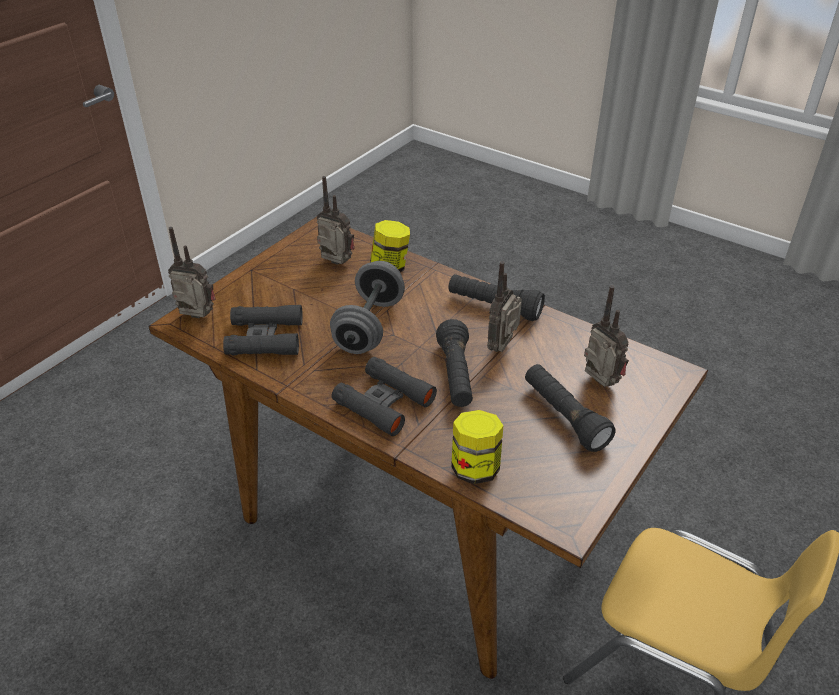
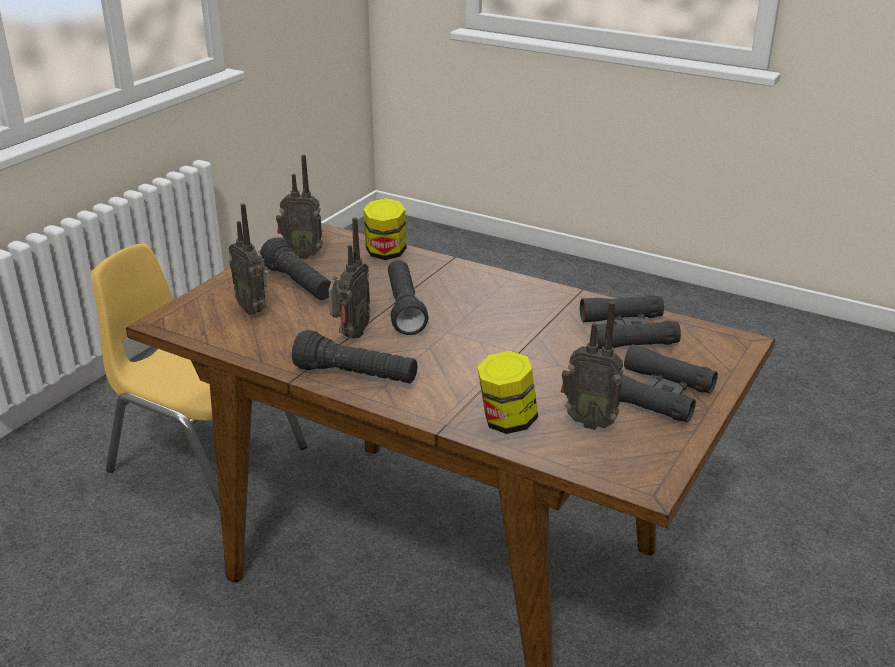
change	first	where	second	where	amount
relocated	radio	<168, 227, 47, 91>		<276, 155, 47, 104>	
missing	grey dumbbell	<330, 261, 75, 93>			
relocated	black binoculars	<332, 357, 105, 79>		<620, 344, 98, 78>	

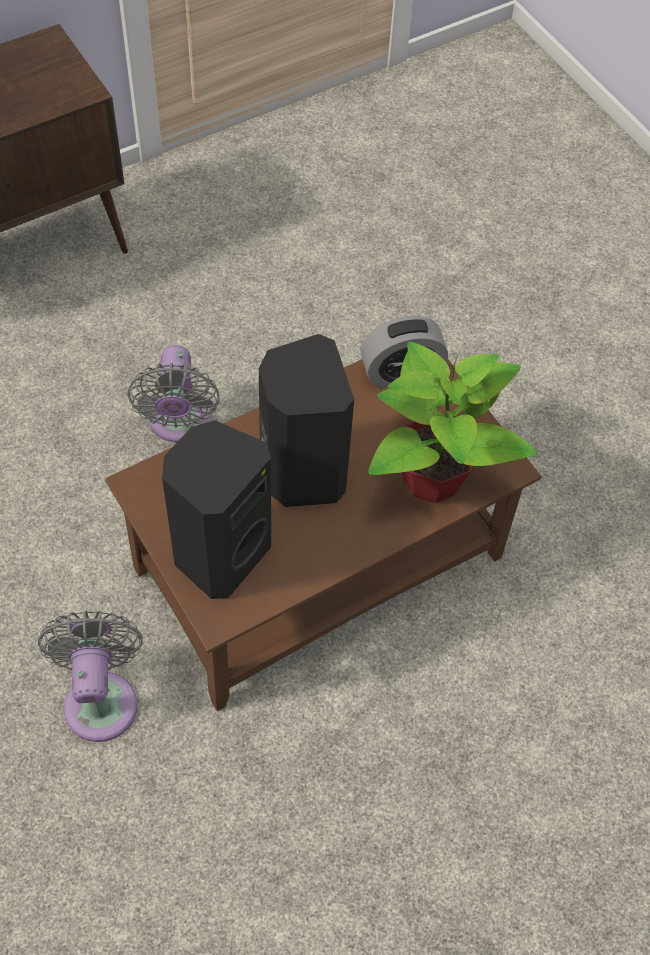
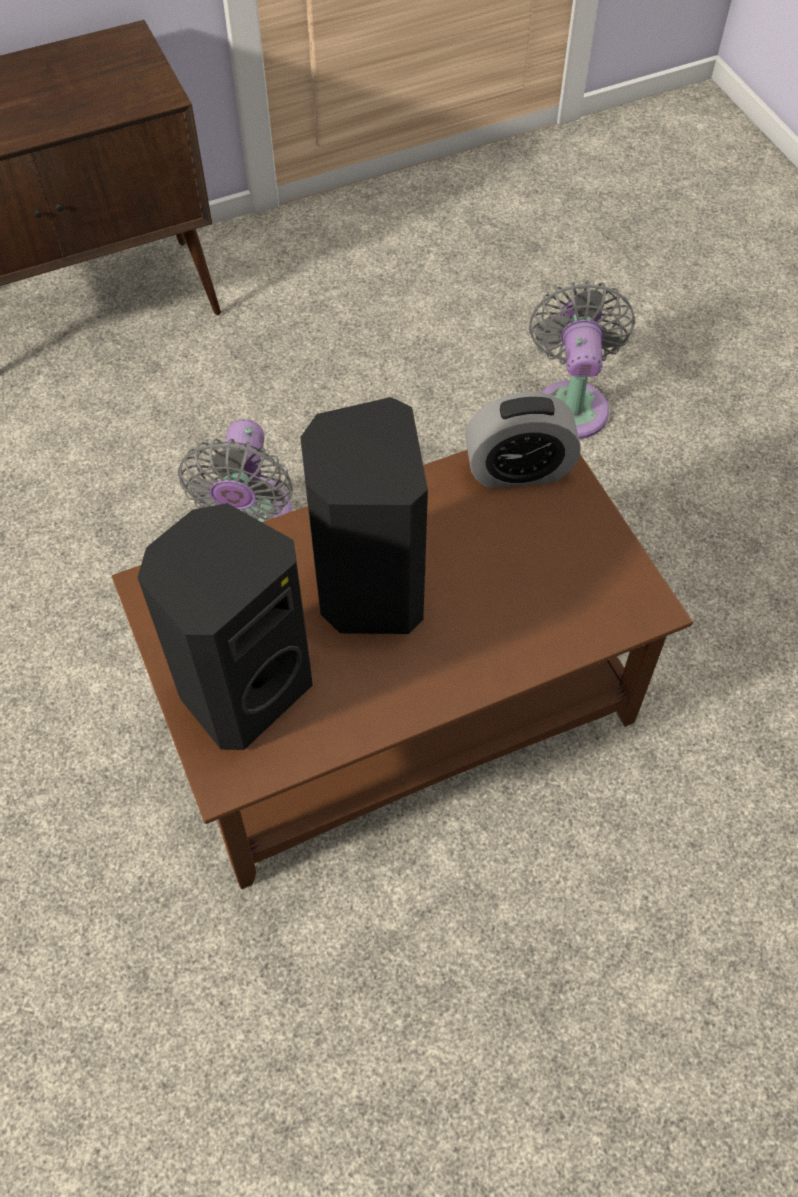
change	first	where	second	where	amount
missing	potted plant	<368, 342, 169, 162>			
relocated	grey fan	<38, 611, 105, 131>		<529, 280, 106, 159>	

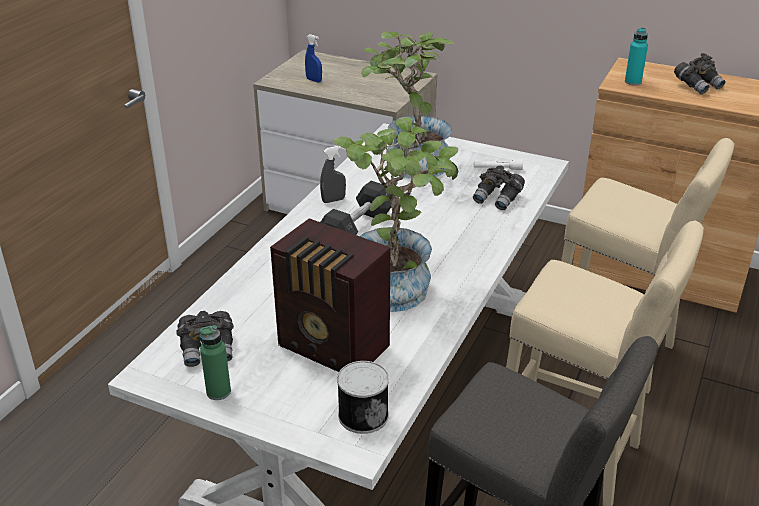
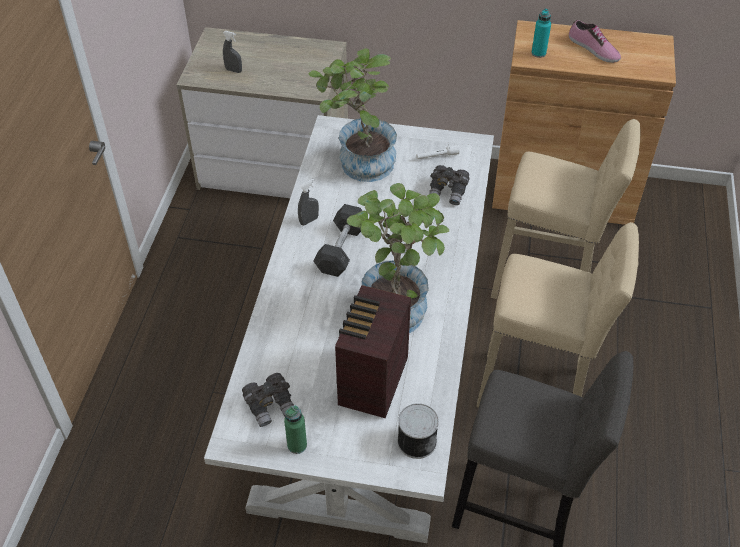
change	first	where	second	where	amount
colour	blue spray bottle	<305, 34, 17, 48>	grey spray bottle	<223, 31, 19, 42>	
exchanged	grey binoculars	<674, 53, 52, 41>	shoe	<569, 20, 52, 43>	
spun	radio	<270, 218, 120, 154>		<335, 285, 76, 133>	90 degrees clockwise

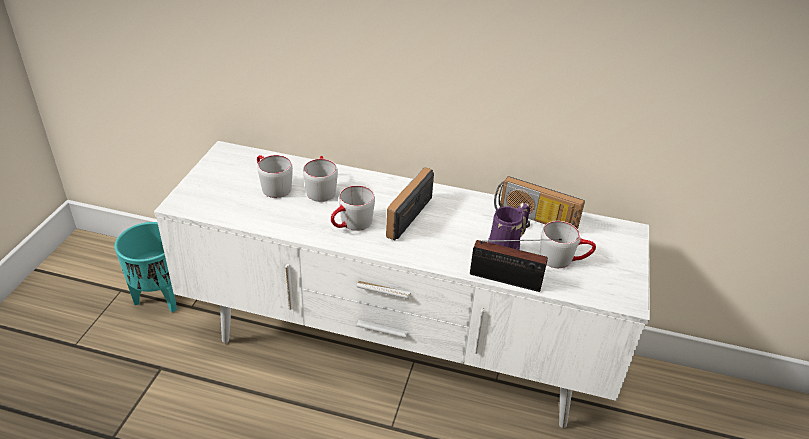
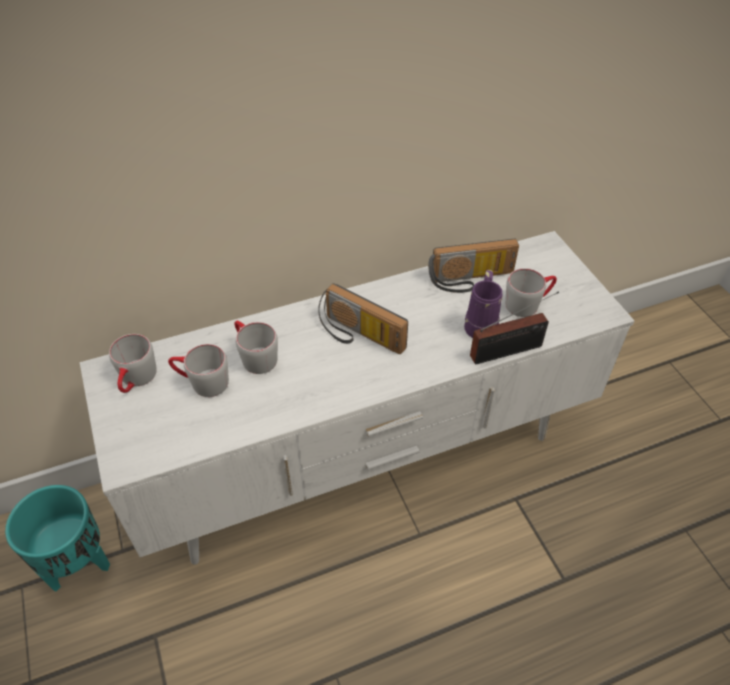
change	first	where	second	where	amount
spun	radio	<386, 167, 48, 73>		<318, 283, 90, 71>	45 degrees counterclockwise
relocated	grey mug	<331, 185, 44, 46>		<109, 334, 48, 59>	

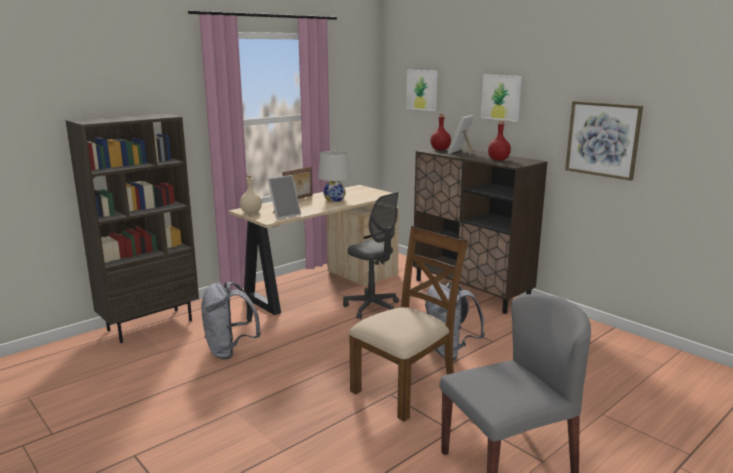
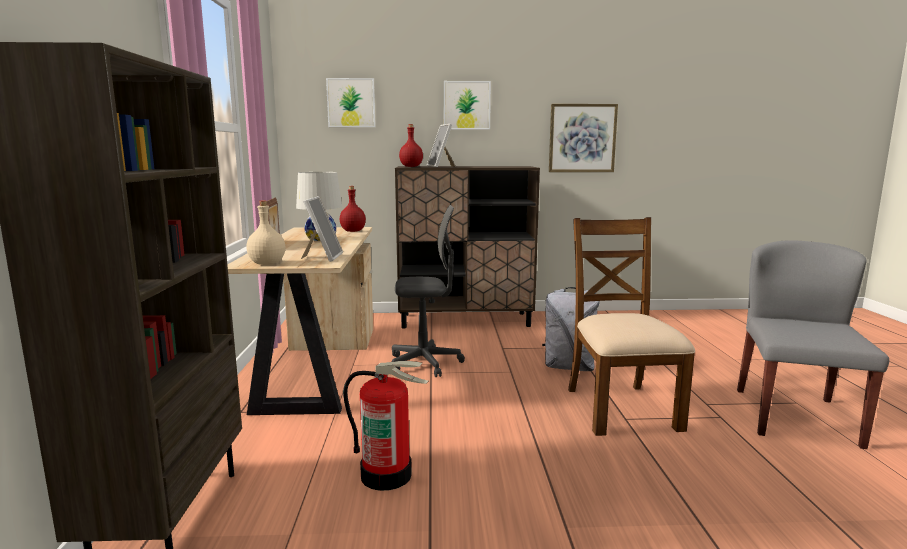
change	first	where	second	where	amount
relocated	red bottle	<488, 121, 23, 39>		<340, 186, 26, 46>	
exchanged	grey backpack	<202, 282, 59, 77>	fire extinguisher	<343, 361, 85, 130>	

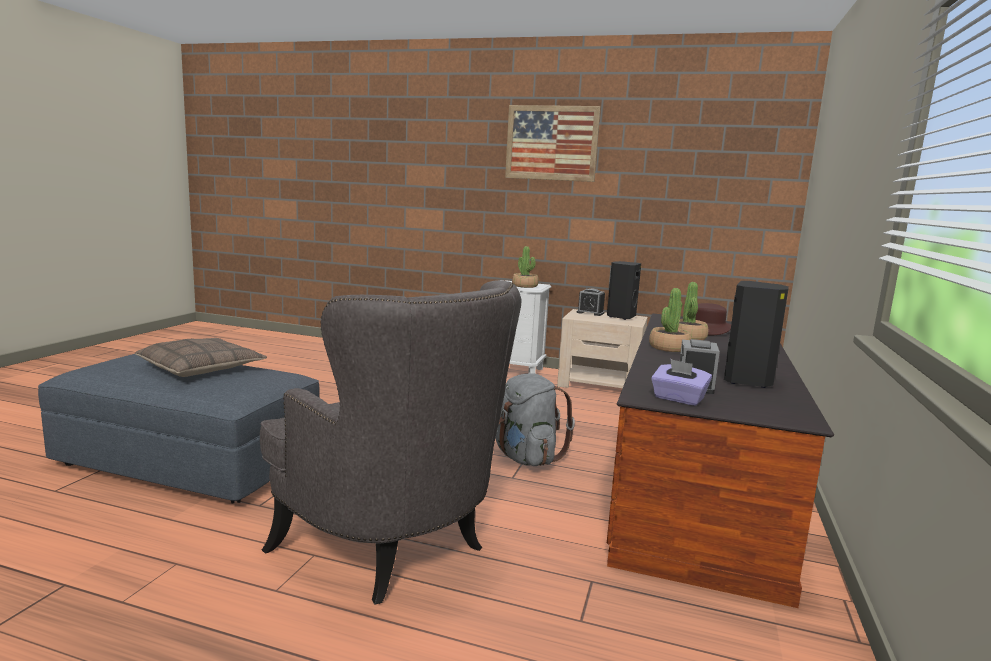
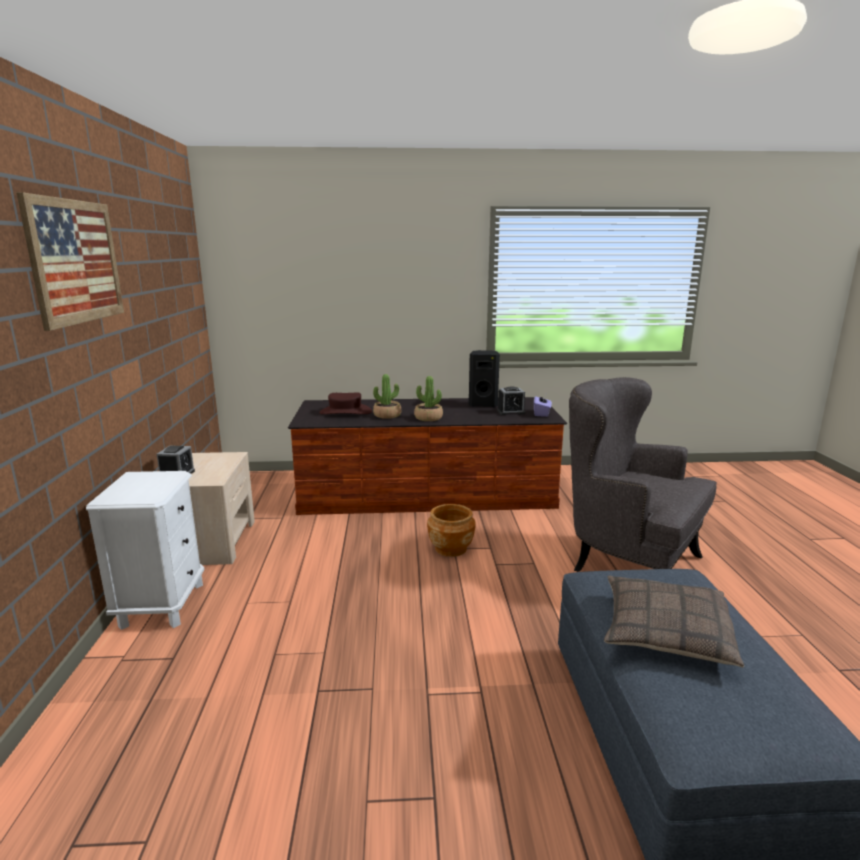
change	first	where	second	where	amount
missing	potted plant	<512, 246, 27, 42>			
missing	black speaker	<607, 261, 34, 59>			
spun	grey armchair	<260, 280, 261, 325>		<569, 377, 148, 195>	75 degrees counterclockwise
exchanged	grey backpack	<495, 373, 80, 93>	brown planter	<427, 504, 49, 53>	

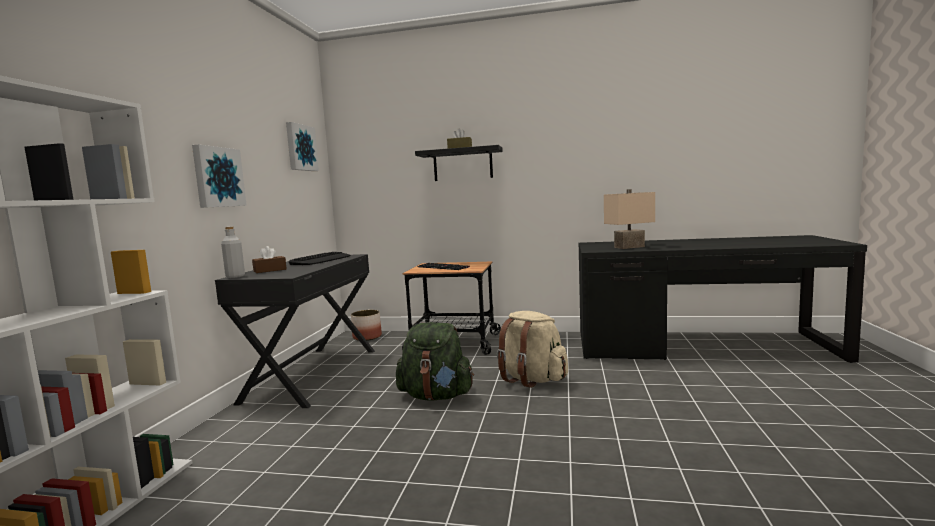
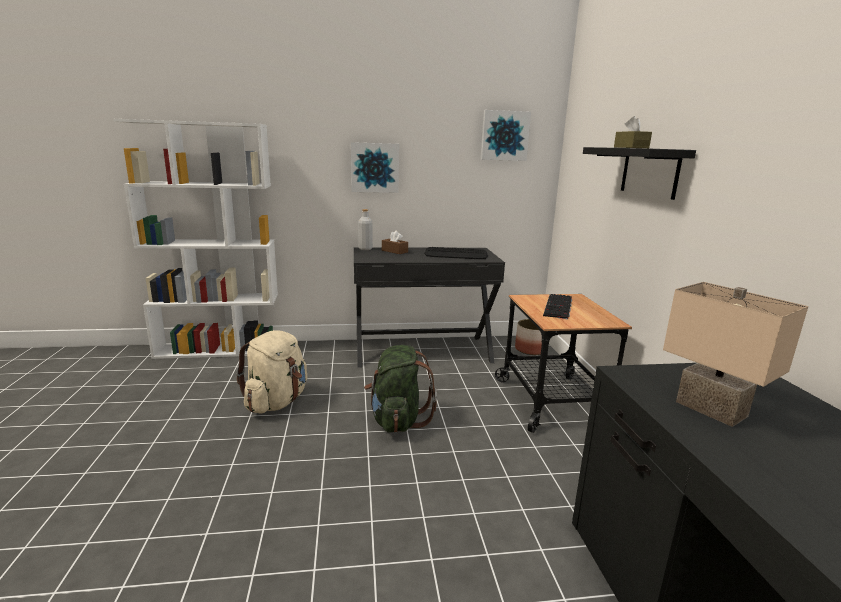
change	first	where	second	where	amount
relocated	beige backpack	<497, 311, 71, 77>		<236, 330, 71, 84>	

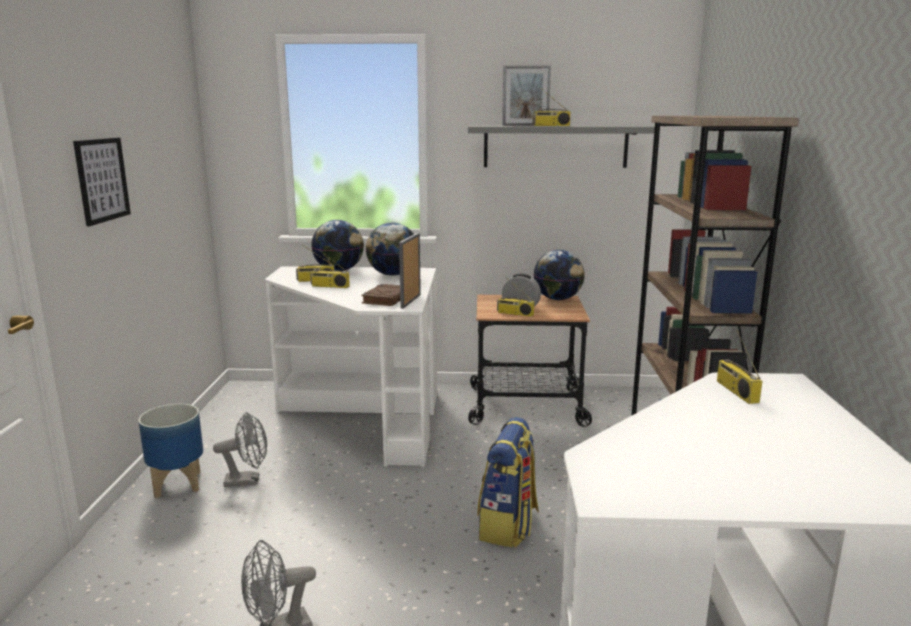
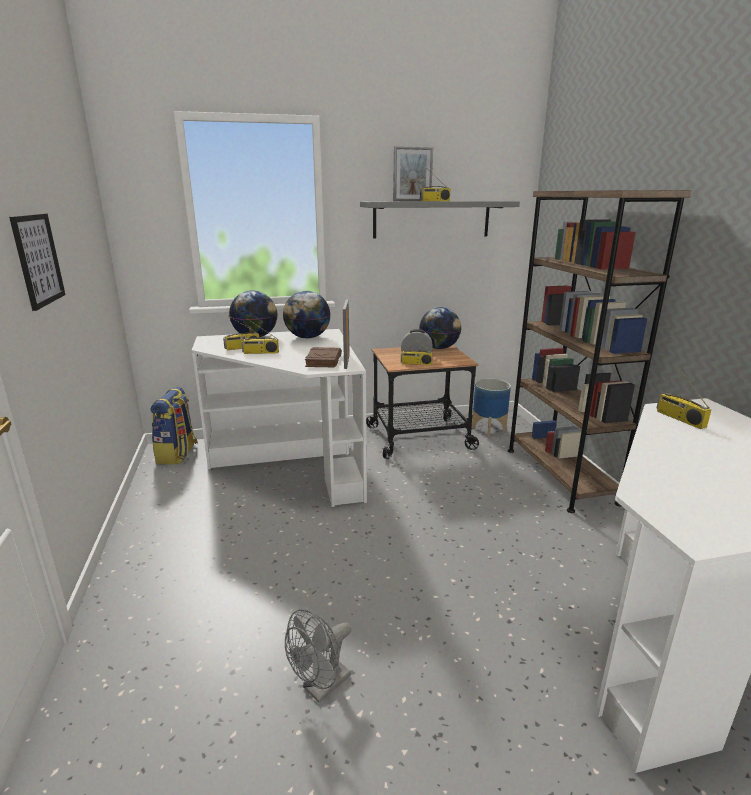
change	first	where	second	where	amount
relocated	planter	<138, 404, 65, 94>		<472, 379, 39, 57>	
missing	grey fan	<213, 412, 54, 75>			
relocated	backpack	<477, 417, 62, 131>		<151, 387, 47, 78>	

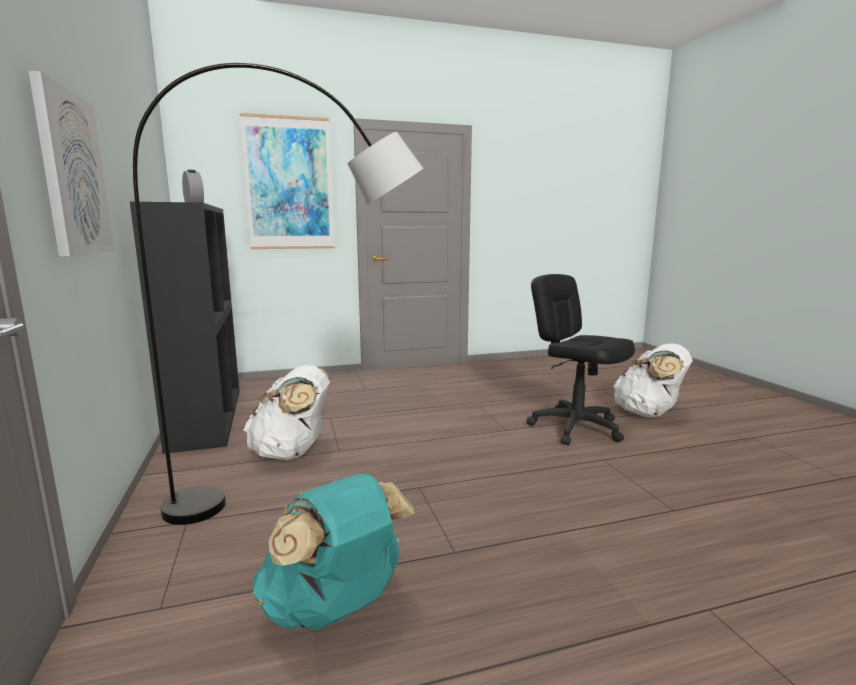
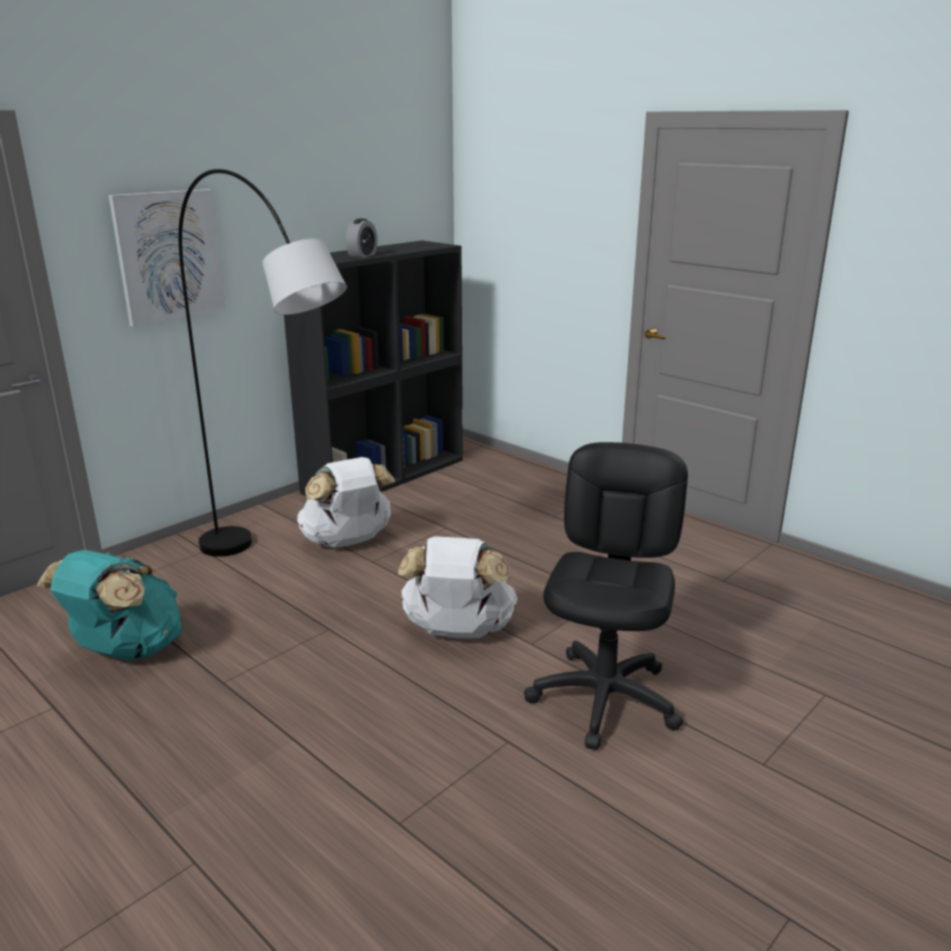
change	first	where	second	where	amount
missing	picture	<240, 113, 94, 136>			
relocated	white backpack	<613, 343, 80, 74>		<398, 536, 120, 102>	

